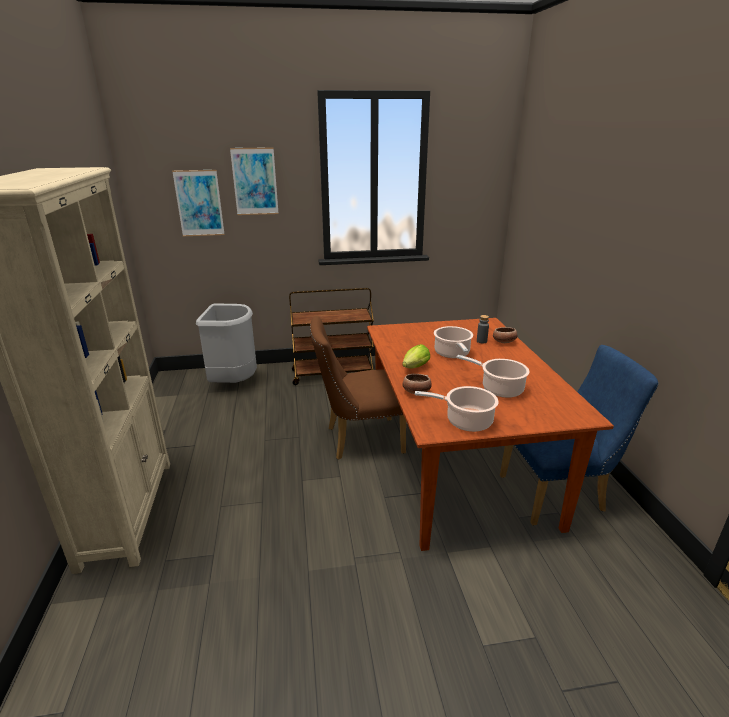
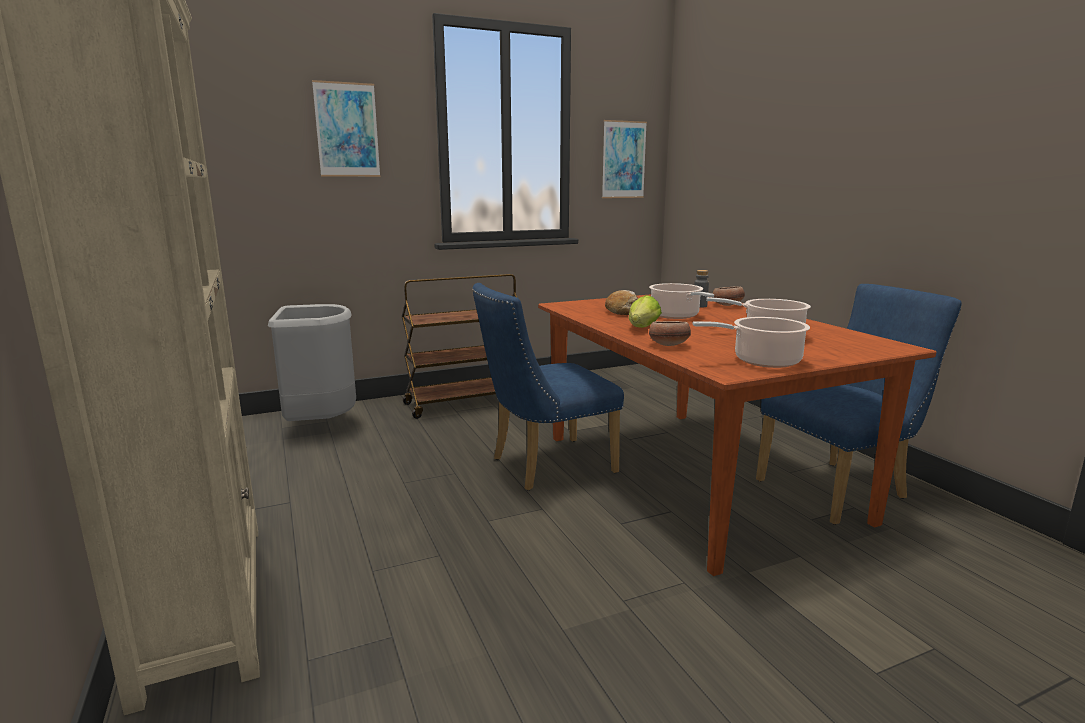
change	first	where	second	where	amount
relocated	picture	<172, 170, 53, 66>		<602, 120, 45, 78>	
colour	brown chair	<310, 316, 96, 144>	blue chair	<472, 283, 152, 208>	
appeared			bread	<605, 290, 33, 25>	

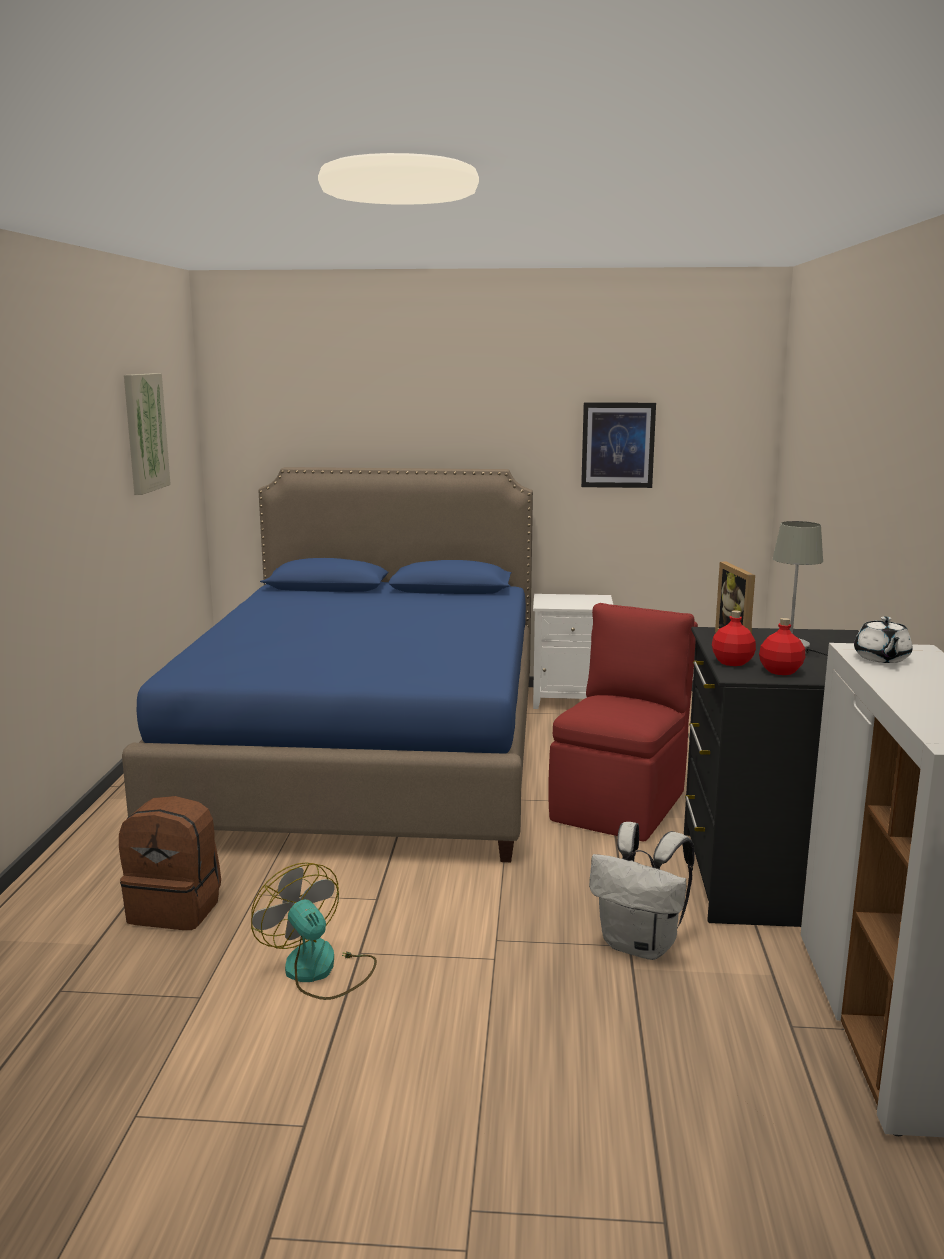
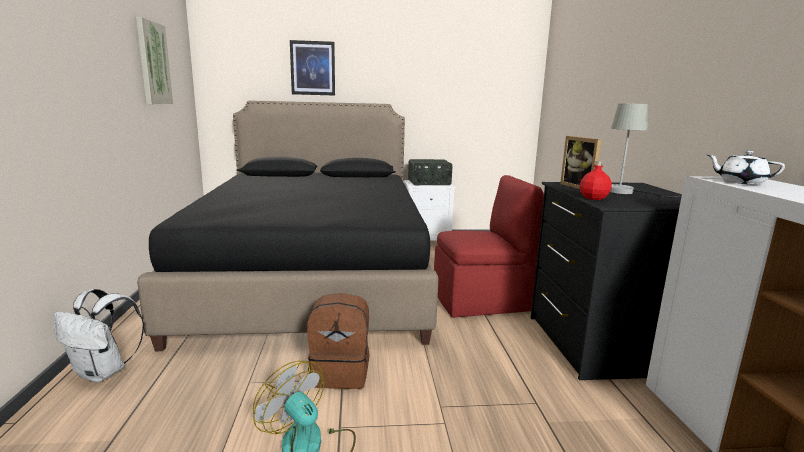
change	first	where	second	where	amount
relocated	picture	<581, 402, 75, 86>		<290, 40, 45, 56>	
colour	blue bed	<122, 467, 411, 395>	black bed	<137, 100, 302, 251>	
spun	red chair	<548, 603, 150, 238>		<434, 175, 110, 143>	60 degrees clockwise
spun	white teapot	<854, 616, 59, 47>		<707, 150, 78, 34>	120 degrees clockwise
missing	red bottle	<759, 618, 46, 57>			
relocated	brown backpack	<119, 796, 102, 134>		<307, 293, 63, 96>	
relocated	white backpack	<589, 822, 106, 138>		<54, 289, 90, 93>	
appeared			radio	<408, 159, 45, 26>	

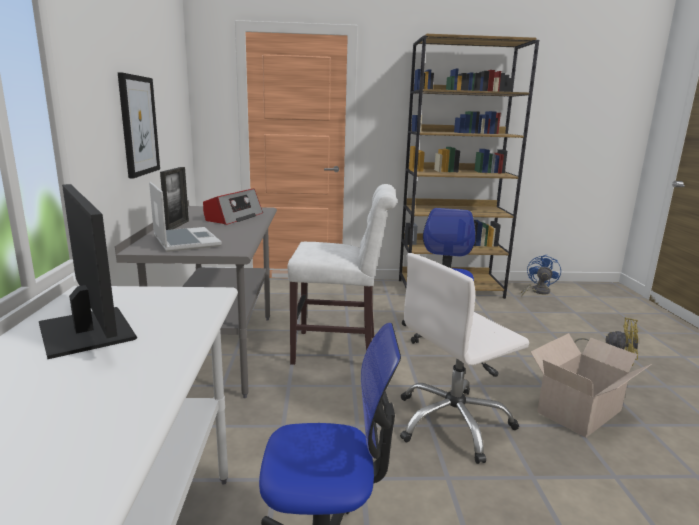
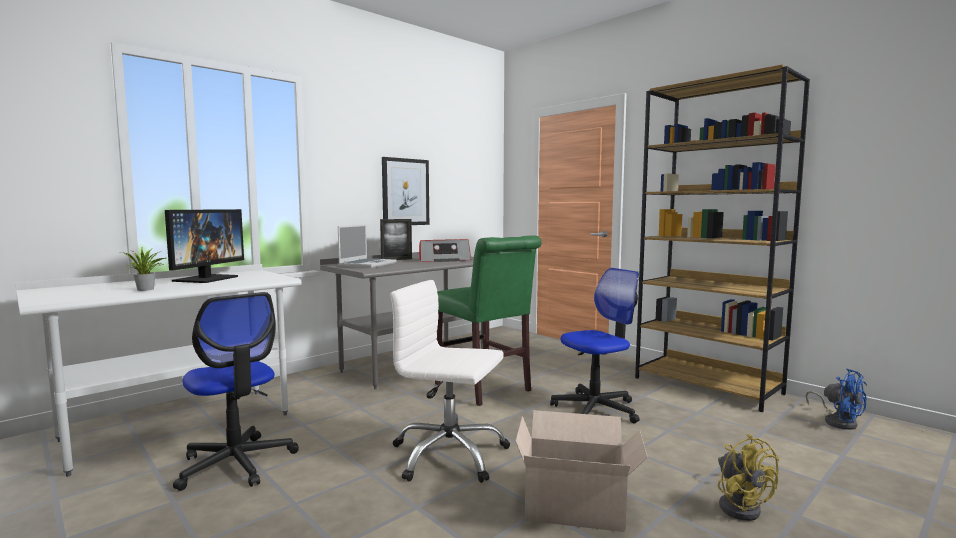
change	first	where	second	where	amount
colour	white chair	<287, 184, 110, 181>	green chair	<435, 236, 107, 170>	
spun	blue fan	<521, 255, 40, 42>		<805, 369, 62, 61>	75 degrees clockwise
appeared			potted plant	<125, 247, 41, 44>	

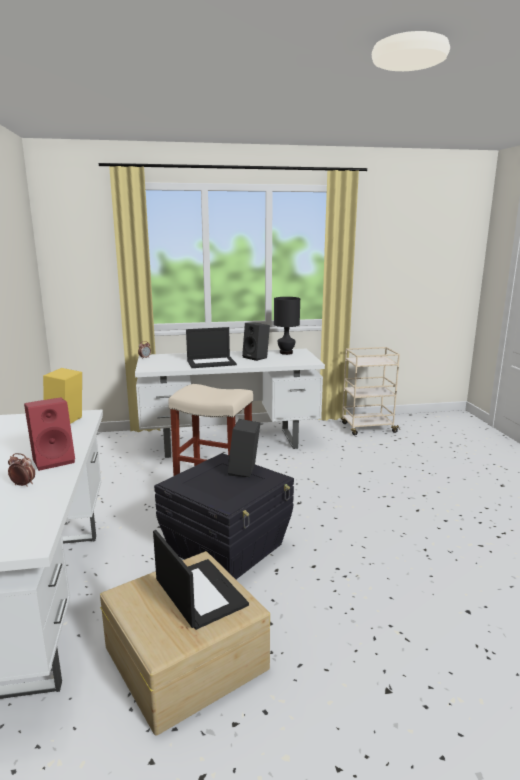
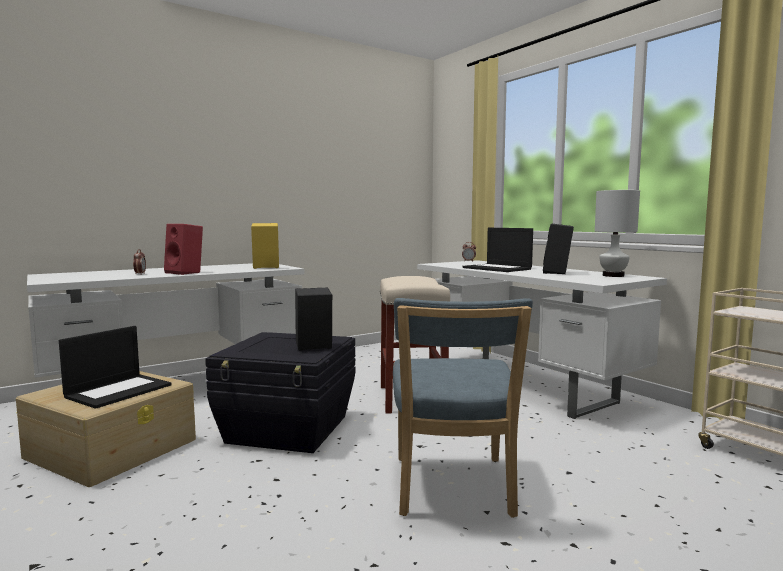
change	first	where	second	where	amount
colour	black table lamp	<274, 297, 26, 58>	white table lamp	<595, 190, 45, 87>	
appeared			blue chair	<393, 298, 140, 220>	

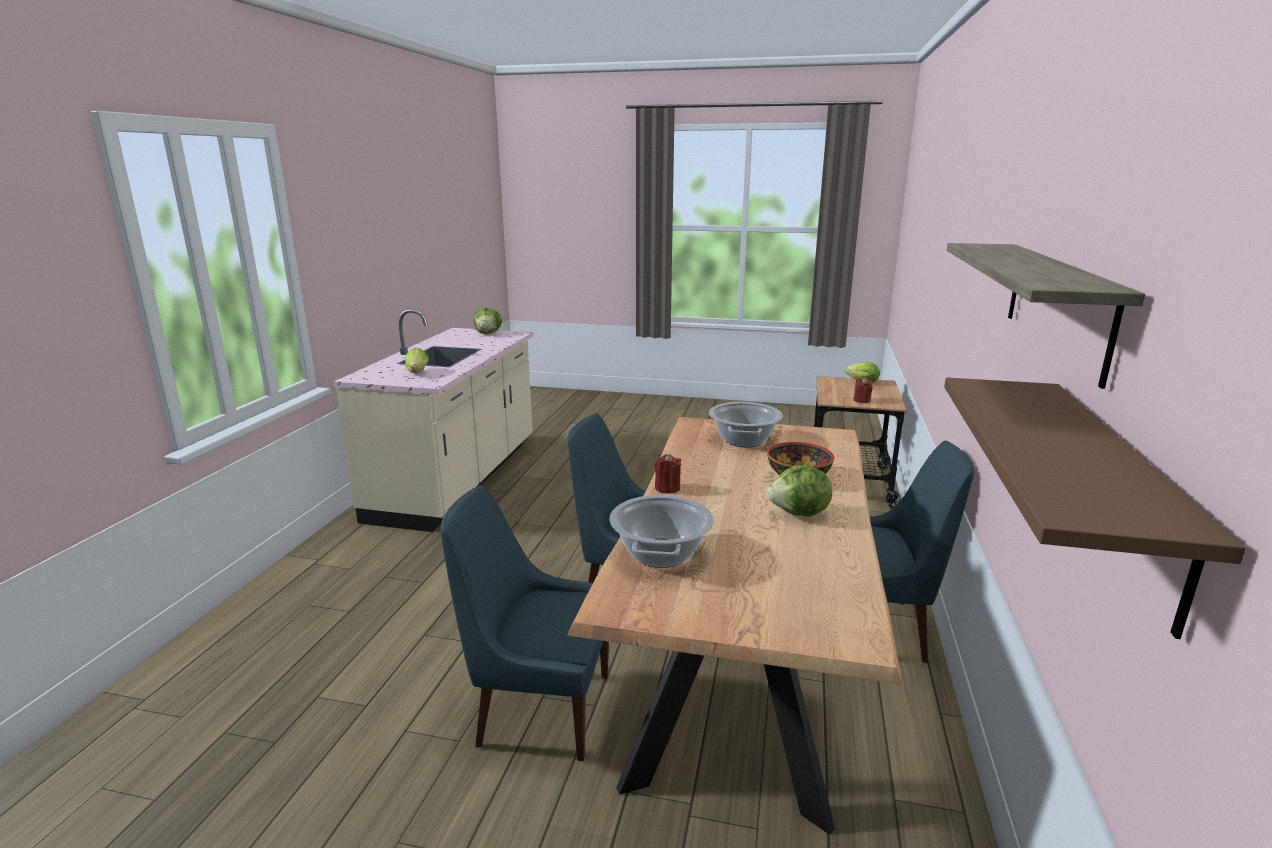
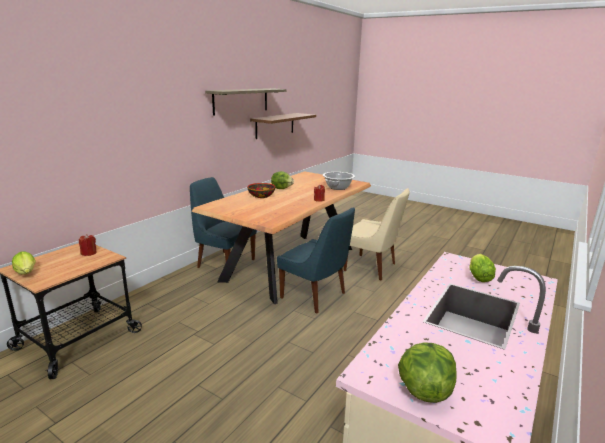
change	first	where	second	where	amount
missing	cooking pot	<709, 402, 74, 45>			
colour	blue chair	<441, 485, 168, 276>	beige chair	<344, 188, 66, 93>	

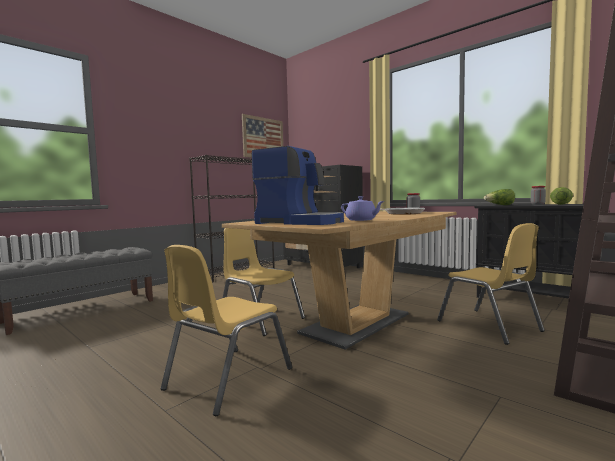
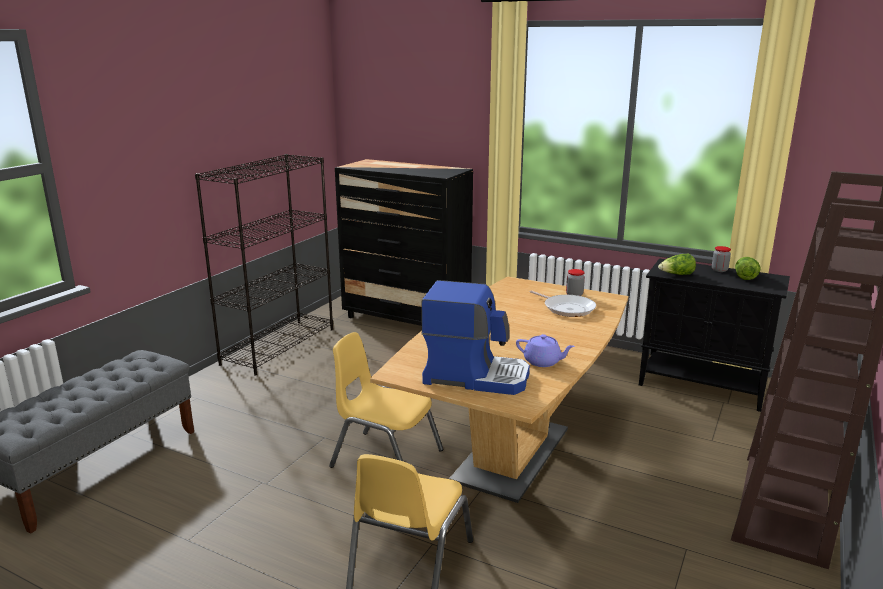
change	first	where	second	where	amount
missing	picture	<242, 114, 41, 44>			
missing	yellow chair	<437, 223, 108, 122>			

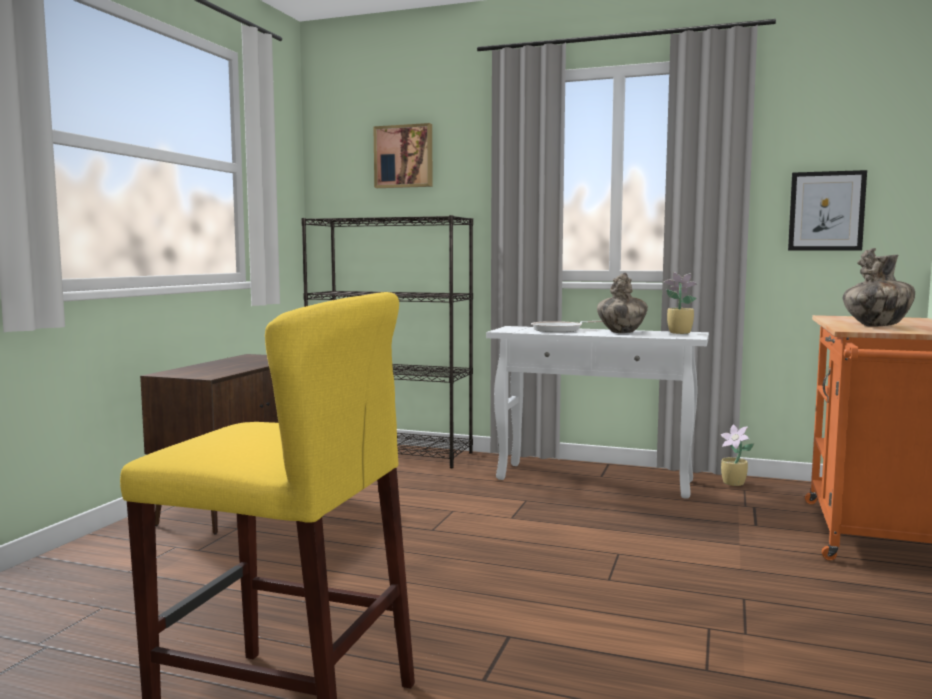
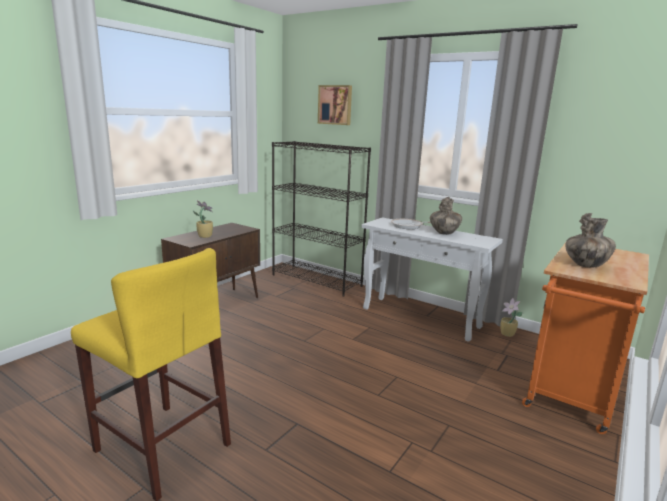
change	first	where	second	where	amount
missing	picture	<788, 170, 79, 81>			
relocated	potted plant	<663, 272, 34, 62>		<193, 200, 20, 38>	

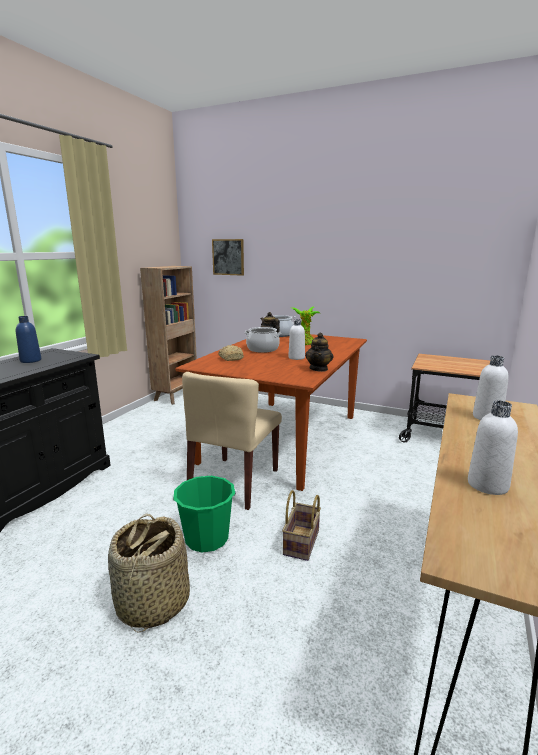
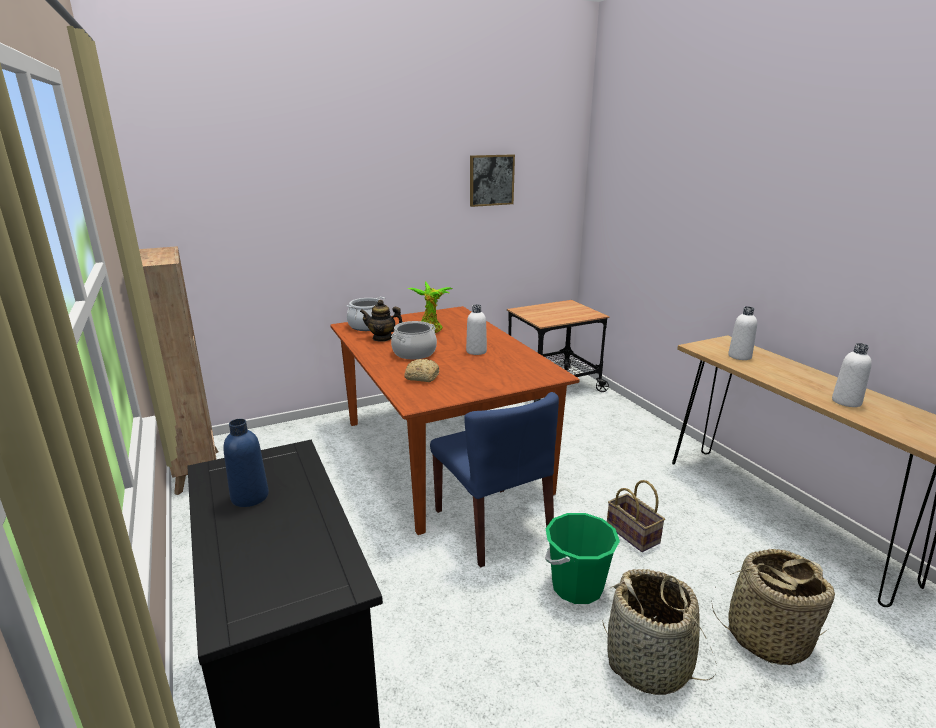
change	first	where	second	where	amount
relocated	picture	<212, 239, 32, 37>		<470, 154, 45, 53>	
missing	teapot	<305, 333, 28, 39>			
colour	beige chair	<182, 372, 100, 138>	blue chair	<430, 392, 129, 176>	
appeared			basket	<712, 549, 123, 117>	

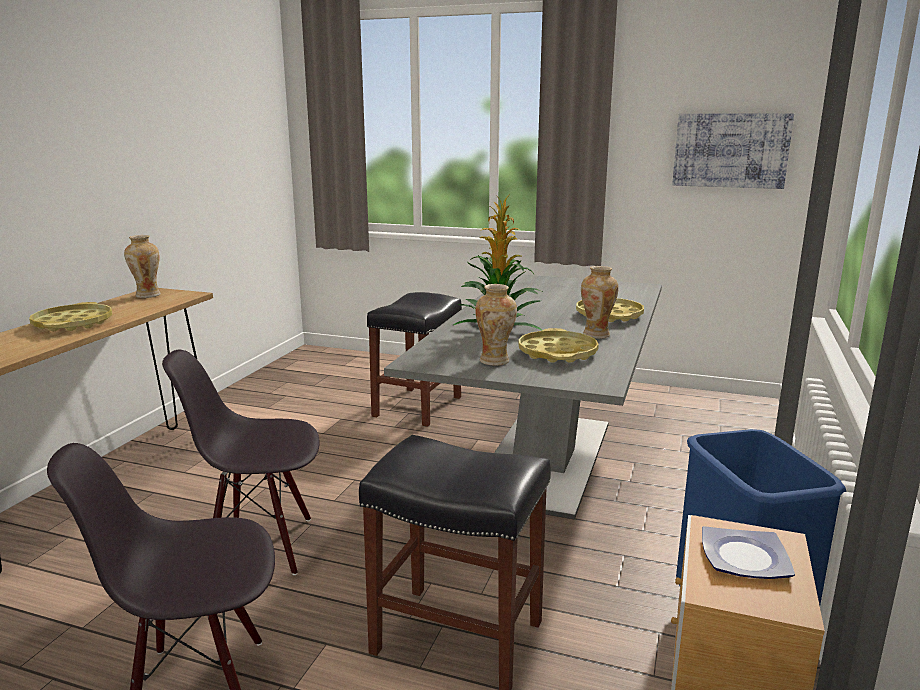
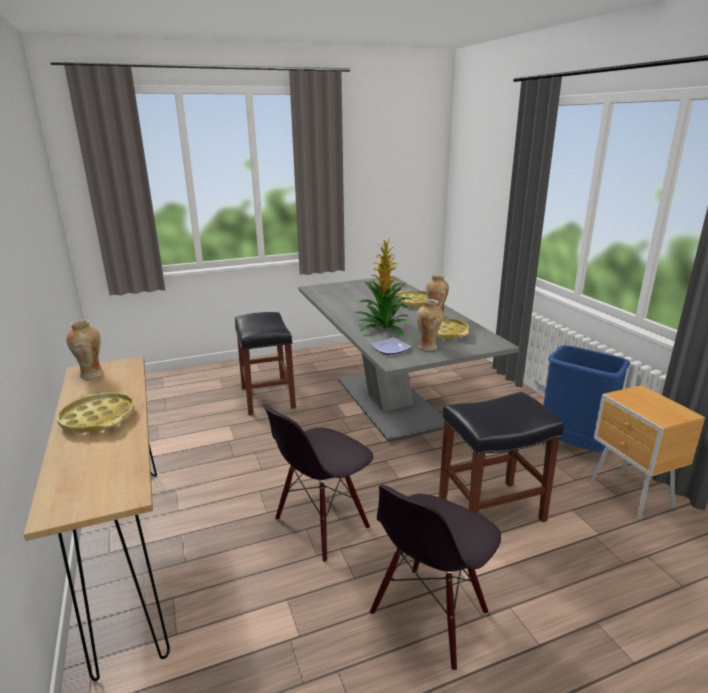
change	first	where	second	where	amount
missing	picture	<672, 113, 122, 76>			
relocated	plate	<702, 526, 93, 53>		<370, 337, 42, 18>	

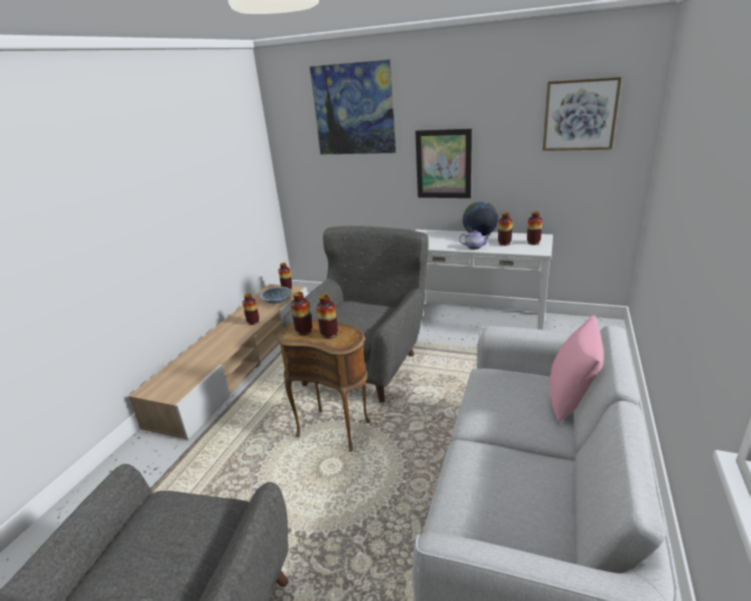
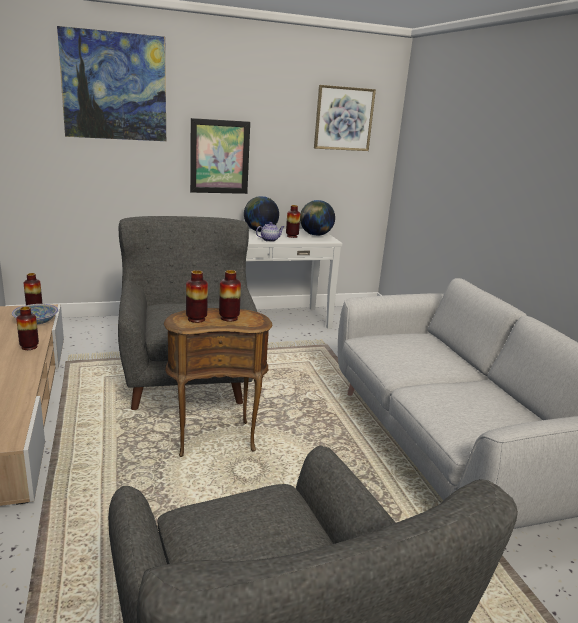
change	first	where	second	where	amount
exchanged	vase	<527, 211, 15, 34>	globe	<300, 200, 35, 36>	
missing	pink pillow	<550, 315, 54, 109>			

